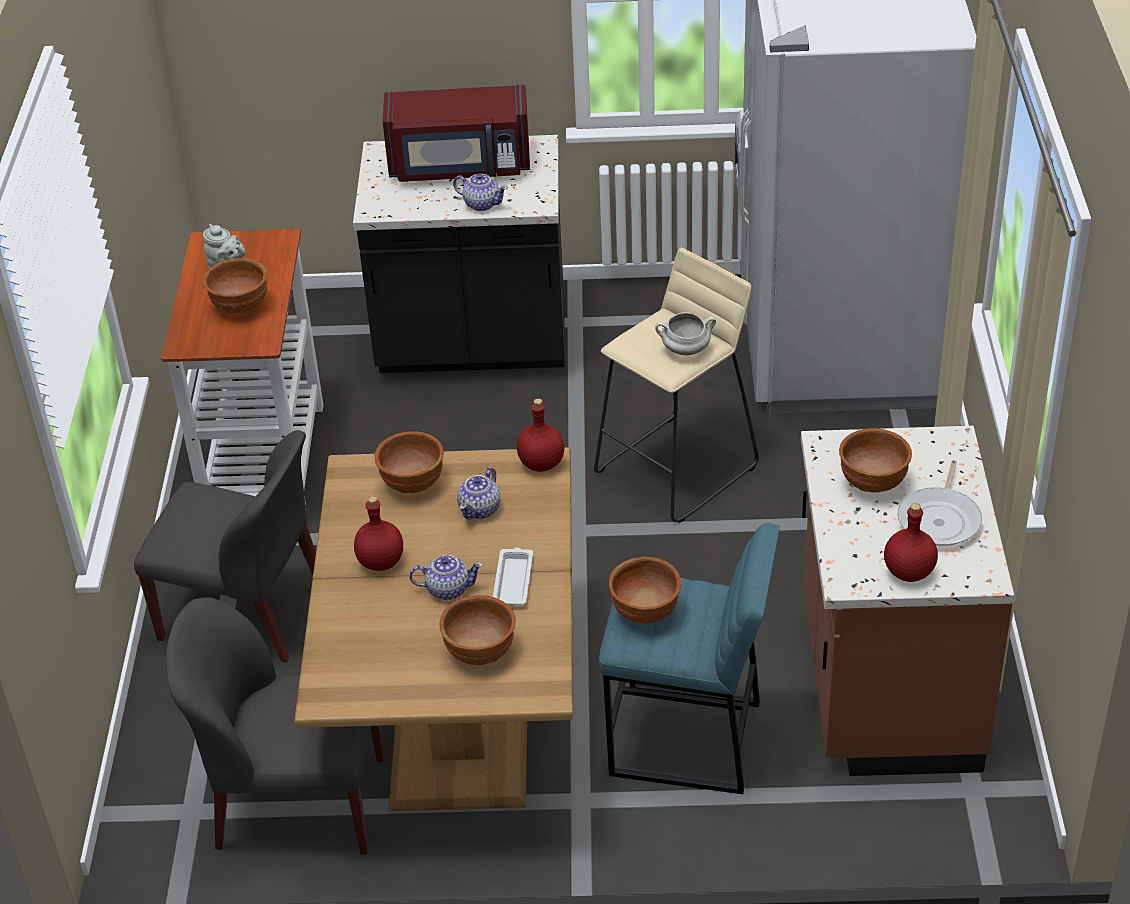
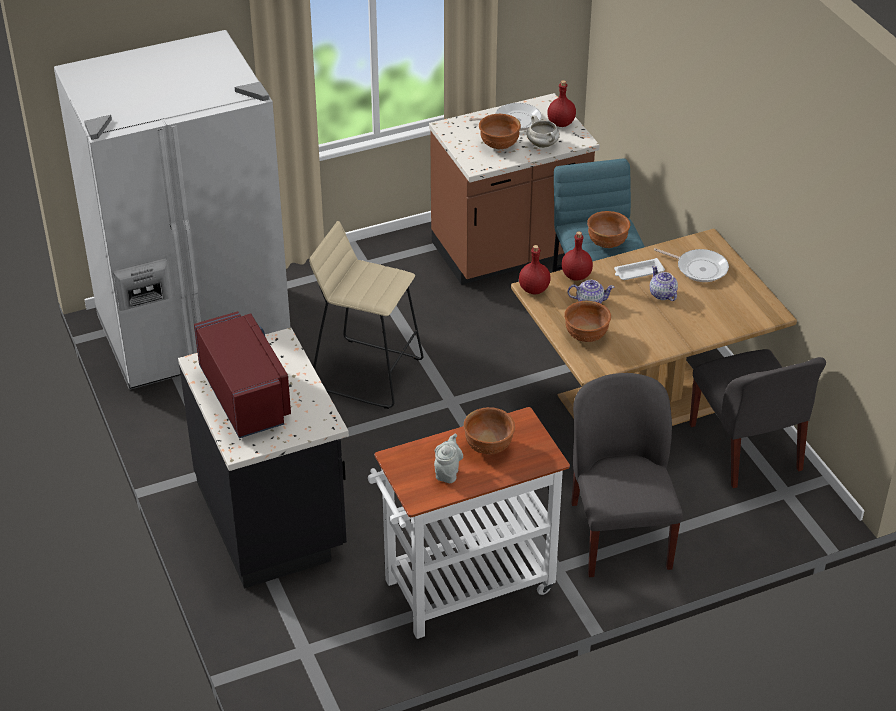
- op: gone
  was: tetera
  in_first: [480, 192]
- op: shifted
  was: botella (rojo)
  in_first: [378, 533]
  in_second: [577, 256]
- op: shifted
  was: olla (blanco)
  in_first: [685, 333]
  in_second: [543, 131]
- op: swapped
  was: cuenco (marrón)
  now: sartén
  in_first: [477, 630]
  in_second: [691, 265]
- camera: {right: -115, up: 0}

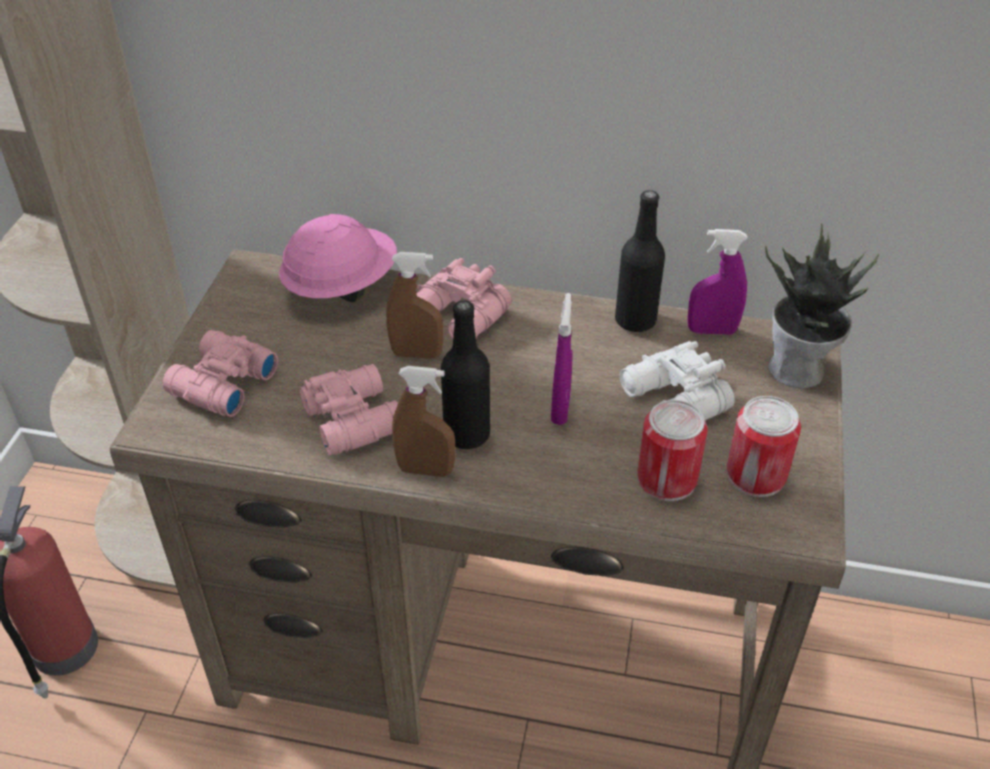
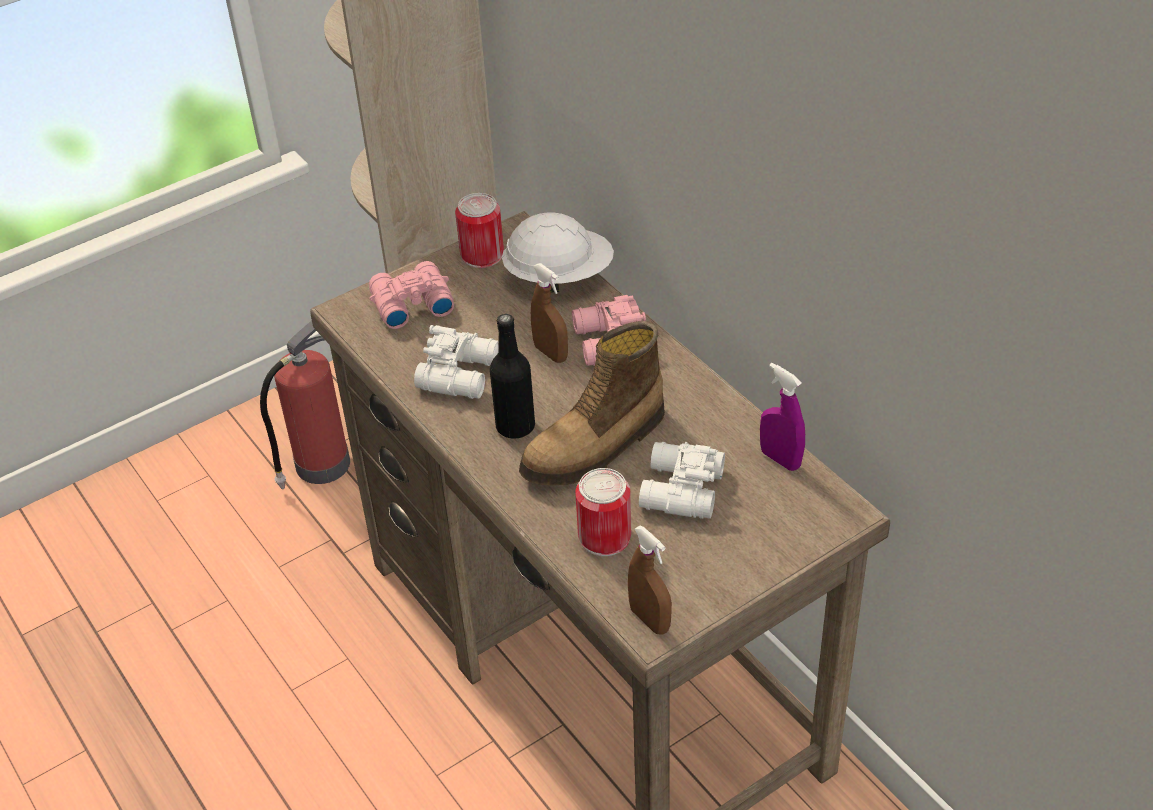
- op: gone
  was: botella (negro)
  in_first: [640, 261]
- op: gone
  was: planta en maceta
  in_first: [822, 306]
- op: shifted
  was: pulverizador (marrón)
  in_first: [423, 421]
  in_second: [650, 580]
- op: shifted
  was: lata
  in_first: [764, 446]
  in_second: [479, 230]
- op: swapped
  was: pulverizador (morado)
  now: bota
  in_first: [562, 359]
  in_second: [592, 403]
- op: repainted
  was: casco (rosa)
  now: casco (blanco)
  in_first: [338, 258]
  in_second: [558, 252]
- op: repainted
  was: prismáticos (rosa)
  now: prismáticos (blanco)
  in_first: [348, 409]
  in_second: [456, 362]
- camera: {right: 45, up: 0}

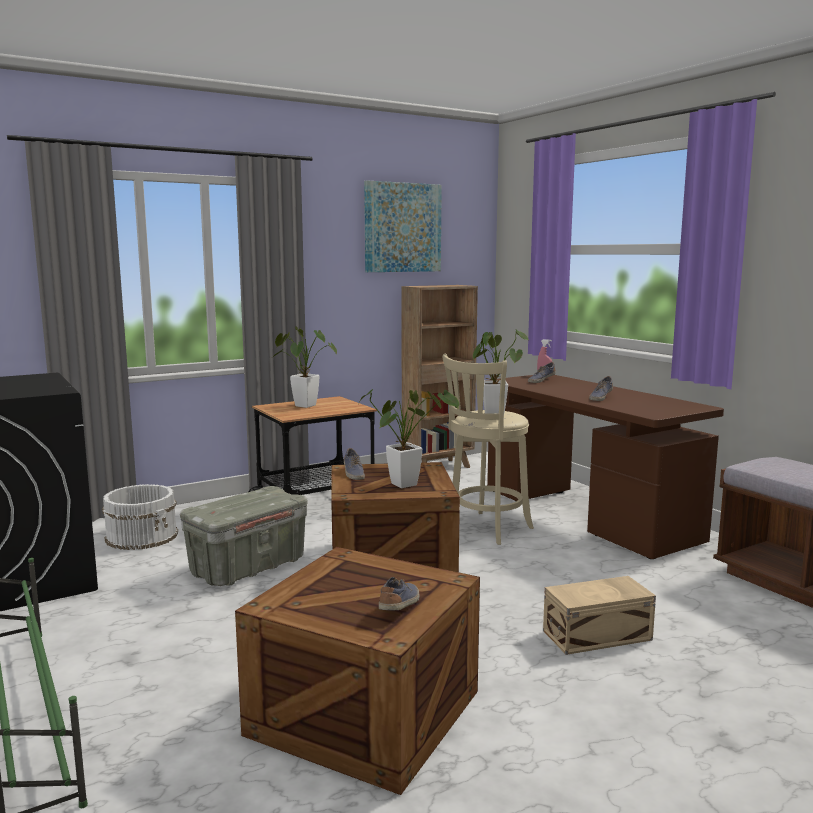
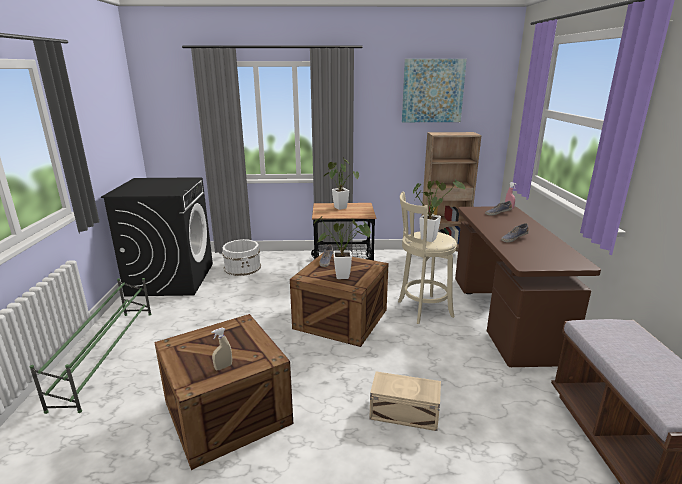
- op: gone
  was: caja de almacenaje (gris)
  in_first: [244, 536]
- op: swapped
  was: zapato
  now: pulverizador (beis)
  in_first: [399, 593]
  in_second: [221, 349]
- camera: {right: 30, up: 10}

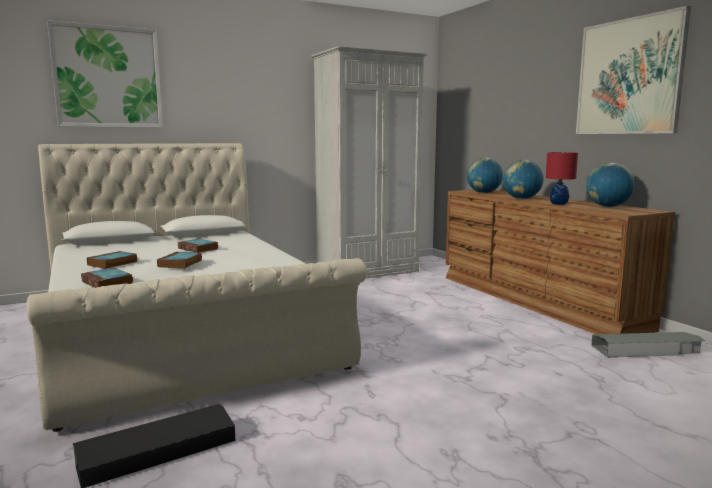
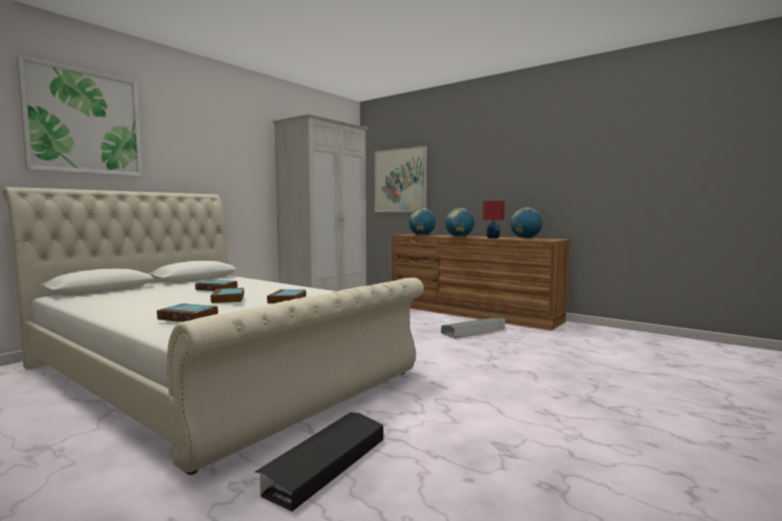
- op: shifted
  was: libro
  in_first: [112, 260]
  in_second: [286, 296]
- op: shifted
  was: cuadro
  in_first: [633, 70]
  in_second: [401, 179]
- op: shifted
  was: caja de almacenaje (gris)
  in_first: [648, 345]
  in_second: [474, 328]
- camera: {right: -25, up: -5}

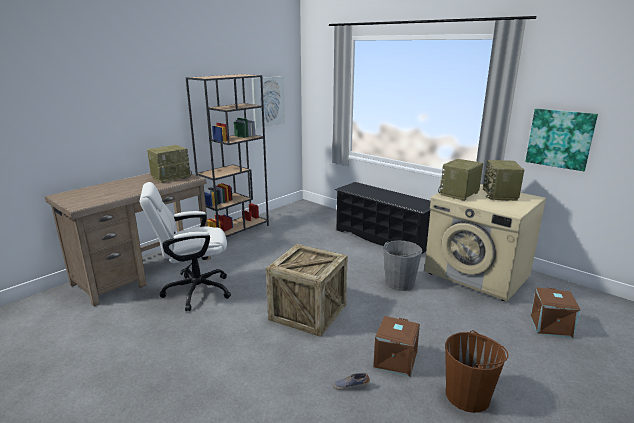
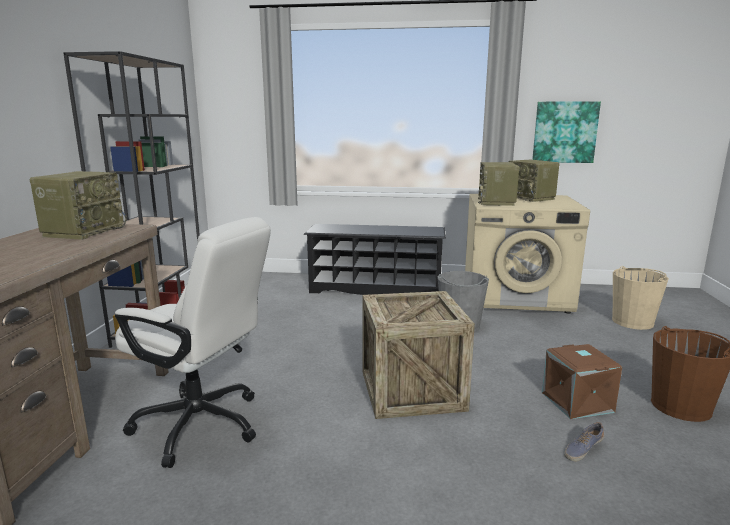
- op: gone
  was: cuadro
  in_first: [268, 102]
- op: swapped
  was: caja de almacenaje (marrón)
  now: cubo (beis)
  in_first: [555, 313]
  in_second: [640, 298]
- op: rotated
  was: silla de oficina (blanco)
  in_first: [185, 246]
  in_second: [193, 342]
  clockwise: -105
- camera: {right: -35, up: -5}

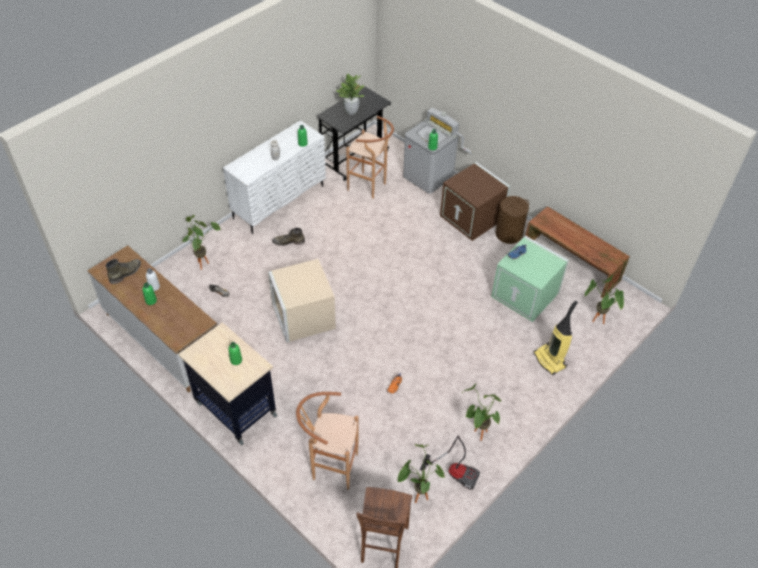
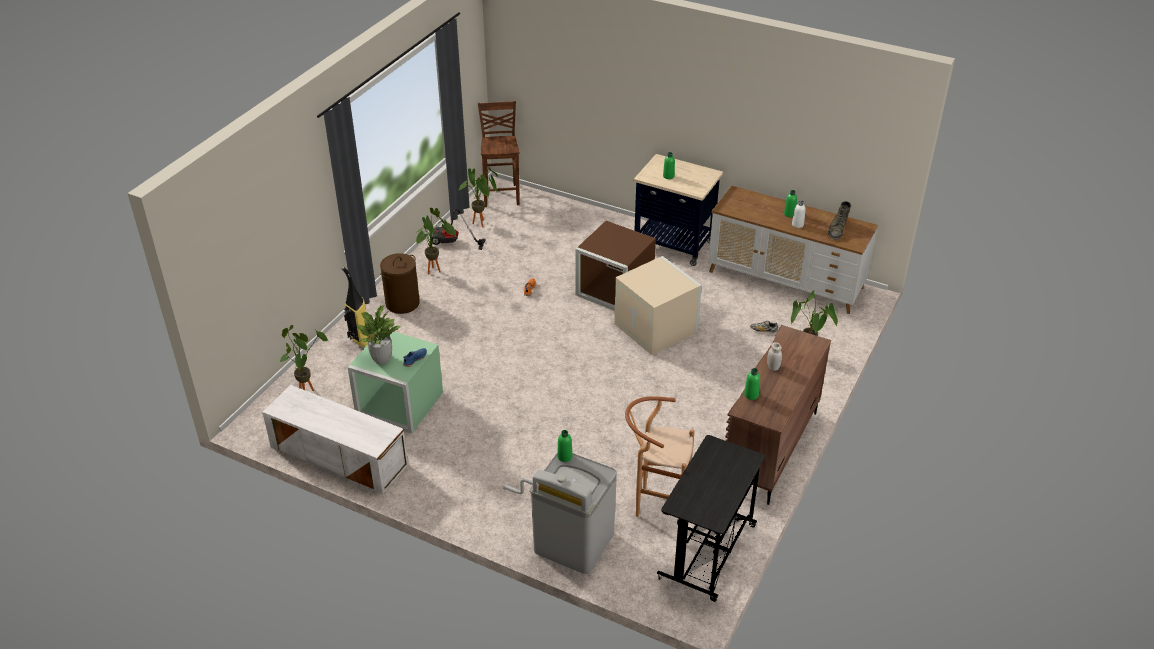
- op: gone
  was: bota (verde)
  in_first: [288, 237]
- op: gone
  was: taburete (marrón)
  in_first: [327, 441]
- op: shifted
  was: planta en maceta
  in_first: [350, 94]
  in_second: [378, 334]
- op: shifted
  was: caja de almacenaje (marrón)
  in_first: [475, 201]
  in_second: [615, 266]
- op: shifted
  was: cesto de la ropa (marrón)
  in_first: [512, 220]
  in_second: [400, 283]
- op: repainted
  was: cómoda (blanco)
  now: cómoda (marrón)
  in_first: [274, 177]
  in_second: [778, 415]
- op: repainted
  was: banco (marrón)
  now: banco (blanco)
  in_first: [577, 252]
  in_second: [335, 439]
- camera: {right: 165, up: -10}

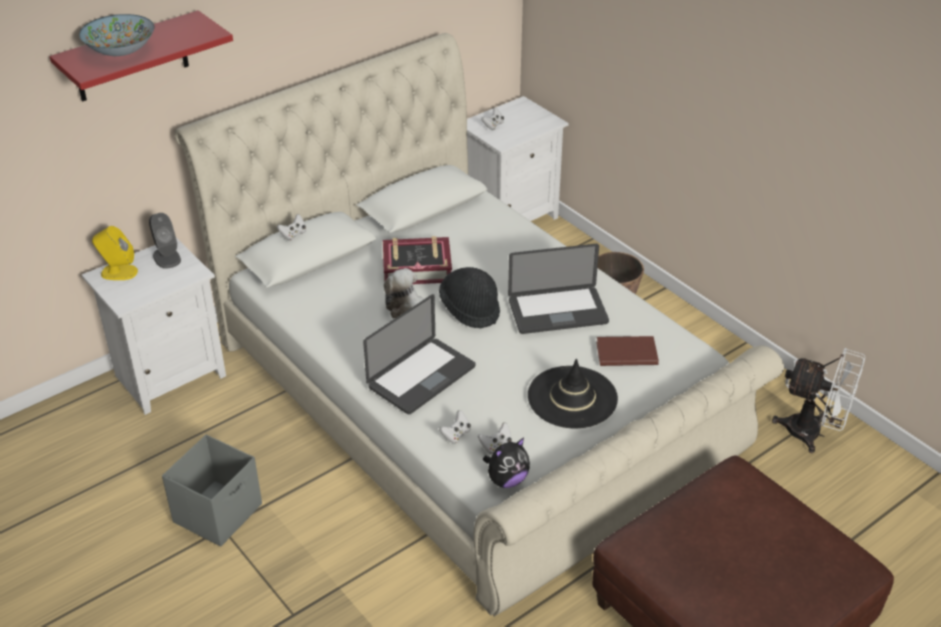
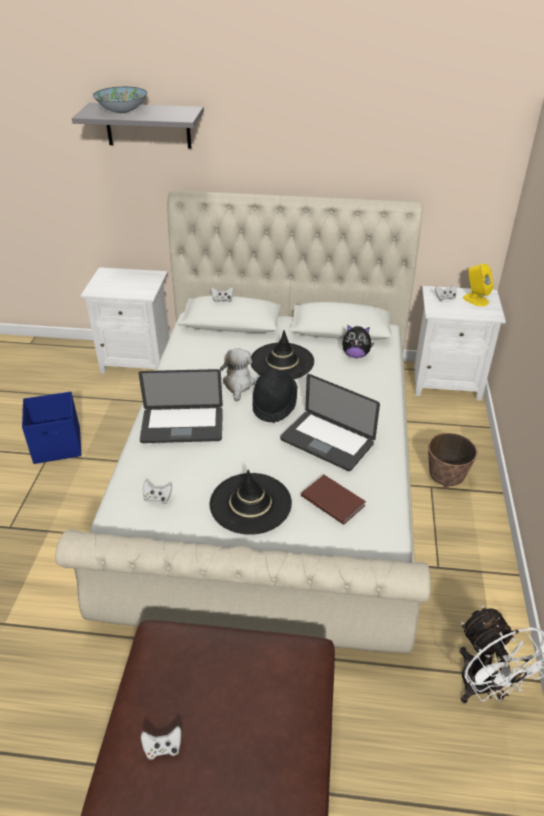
- op: gone
  was: altavoz (gris)
  in_first: [165, 241]
- op: shifted
  was: altavoz (amarillo)
  in_first: [115, 253]
  in_second: [478, 285]
- op: shifted
  was: mando de consola (blanco)
  in_first: [455, 427]
  in_second: [161, 743]
- op: shifted
  was: peluche
  in_first: [506, 463]
  in_second: [358, 341]
- op: swapped
  was: libro
  now: sombrero (negro)
  in_first: [417, 260]
  in_second: [282, 354]
- op: repainted
  was: estante (rojo)
  now: estante (gris)
  in_first: [141, 56]
  in_second: [138, 125]
- op: repainted
  was: caja de almacenaje (gris)
  now: caja de almacenaje (azul)
  in_first: [212, 490]
  in_second: [51, 427]
- camera: {right: 45, up: 0}

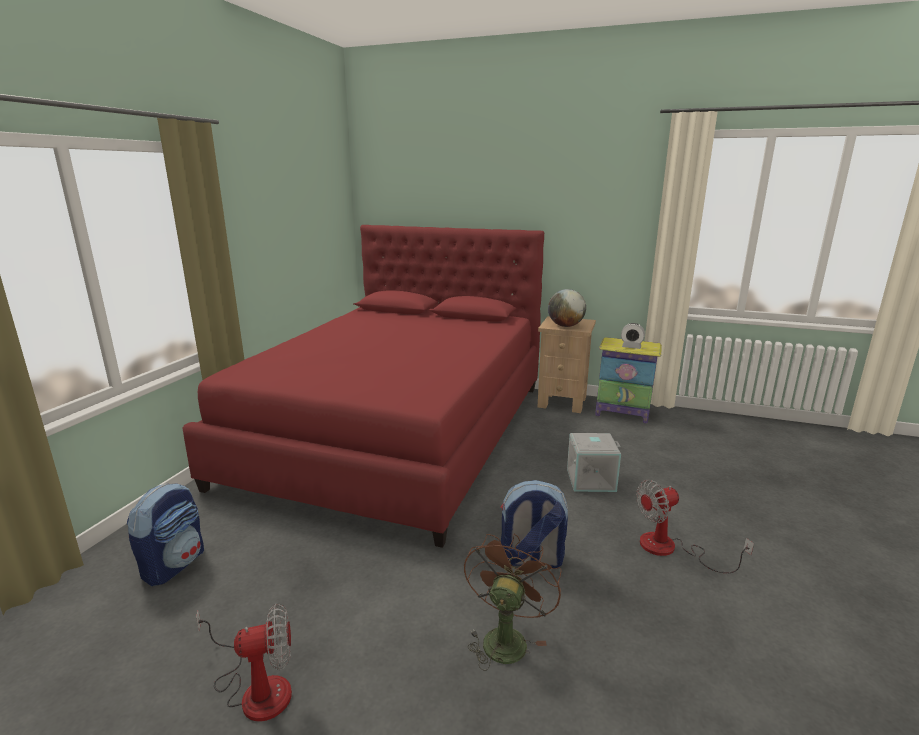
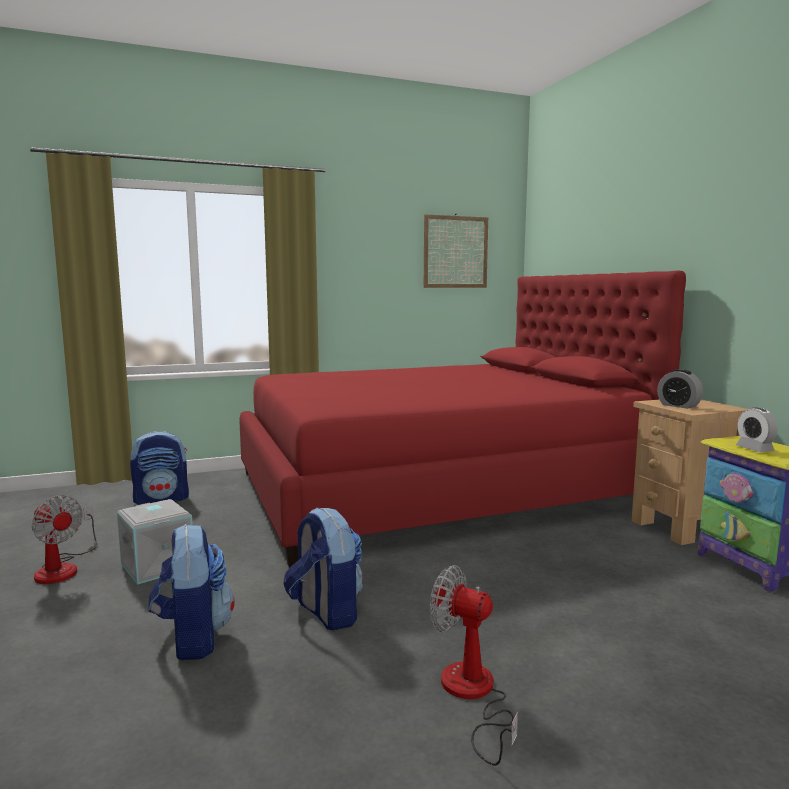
- op: new
  now: cuadro
  in_second: [456, 250]
- op: shifted
  was: caja de almacenaje (gris)
  in_first: [594, 462]
  in_second: [155, 542]
- op: swapped
  was: ventilador (marrón)
  now: mochila
  in_first: [512, 602]
  in_second: [191, 592]
- op: swapped
  was: globo terráqueo
  now: despertador
  in_first: [567, 308]
  in_second: [680, 389]
- camera: {right: 50, up: -10}

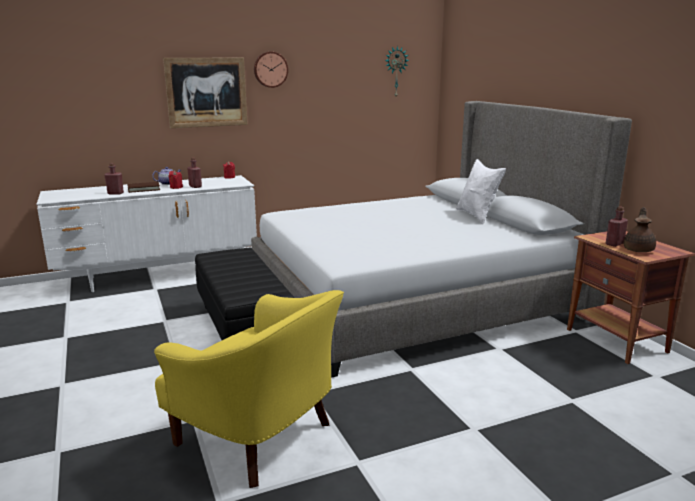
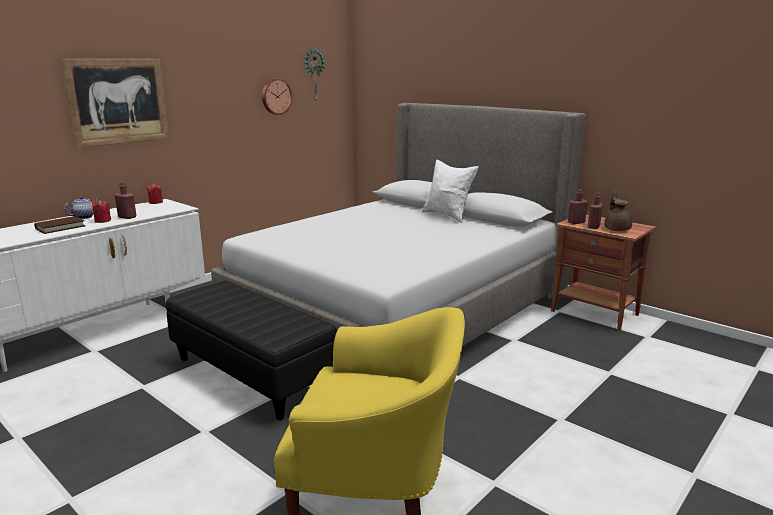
- op: shifted
  was: botella (rojo)
  in_first: [114, 178]
  in_second: [578, 206]
- op: shifted
  was: reloj de pared
  in_first: [271, 70]
  in_second: [277, 96]
- camera: {right: -25, up: 0}

